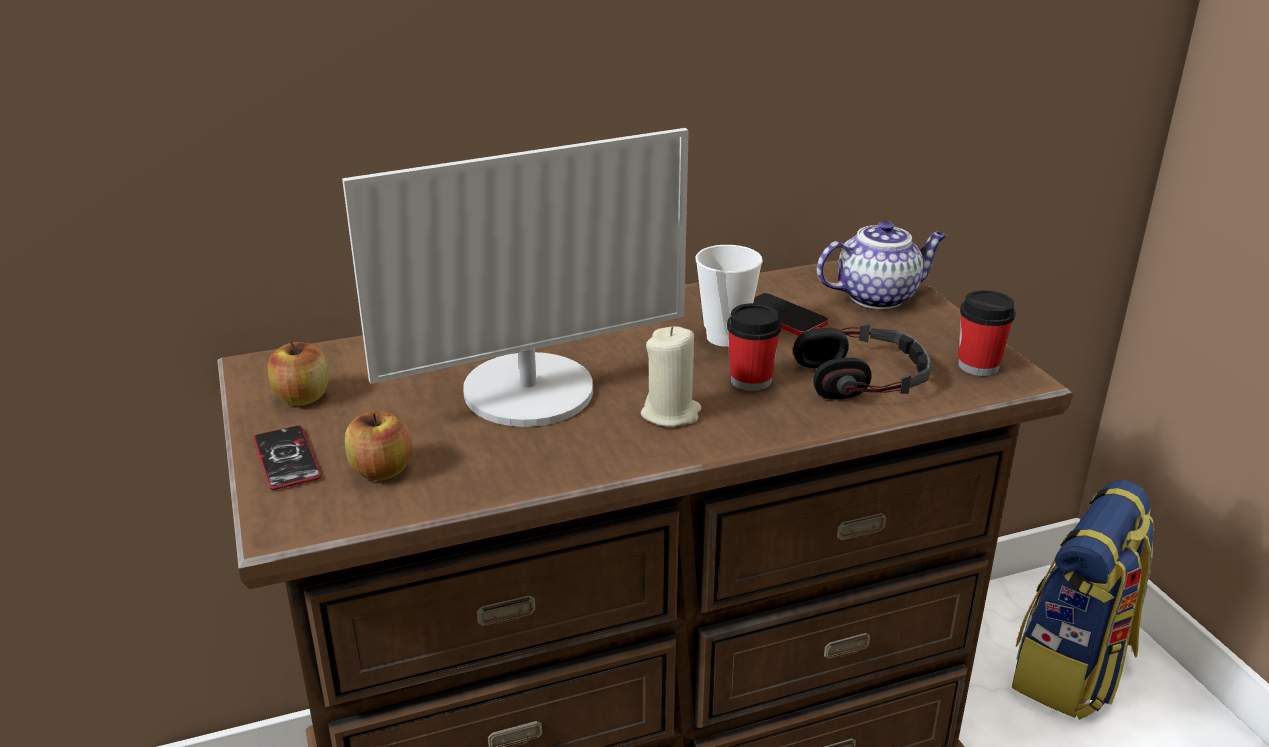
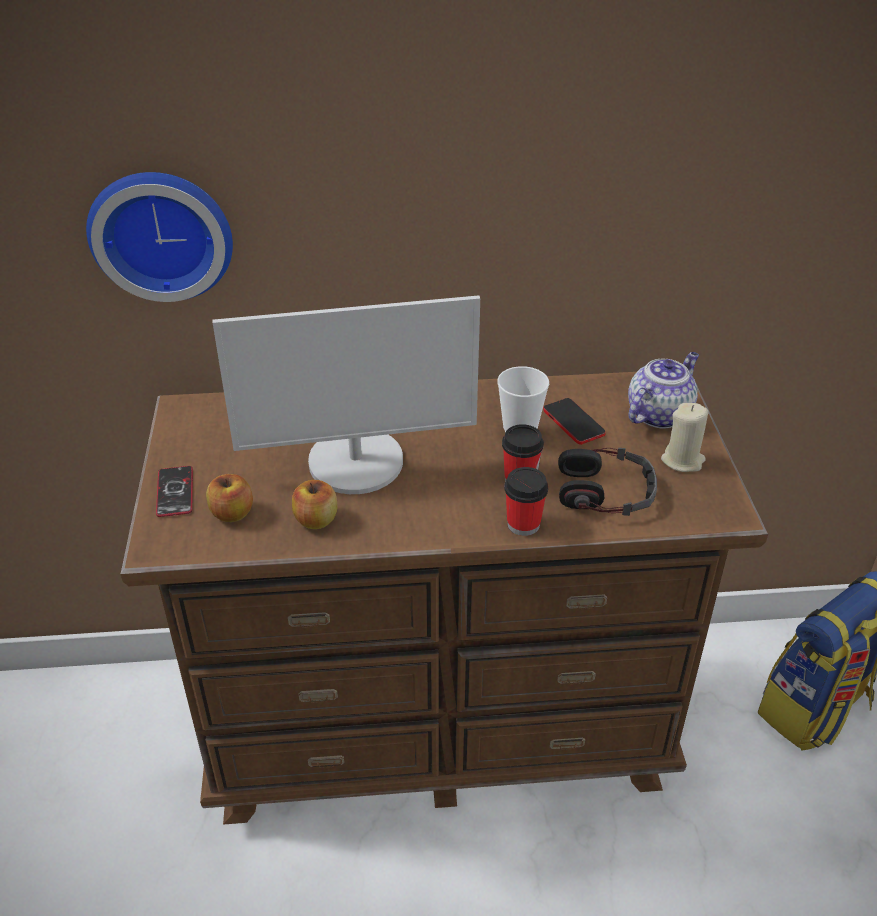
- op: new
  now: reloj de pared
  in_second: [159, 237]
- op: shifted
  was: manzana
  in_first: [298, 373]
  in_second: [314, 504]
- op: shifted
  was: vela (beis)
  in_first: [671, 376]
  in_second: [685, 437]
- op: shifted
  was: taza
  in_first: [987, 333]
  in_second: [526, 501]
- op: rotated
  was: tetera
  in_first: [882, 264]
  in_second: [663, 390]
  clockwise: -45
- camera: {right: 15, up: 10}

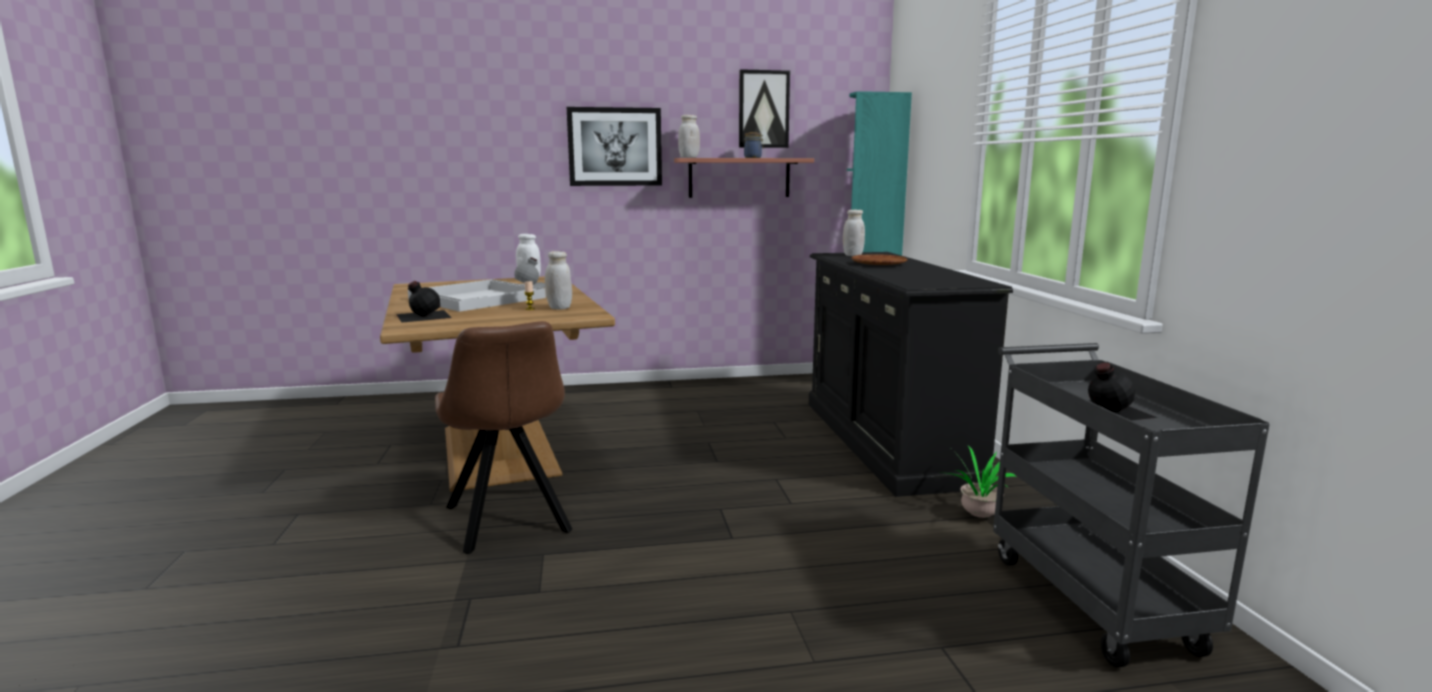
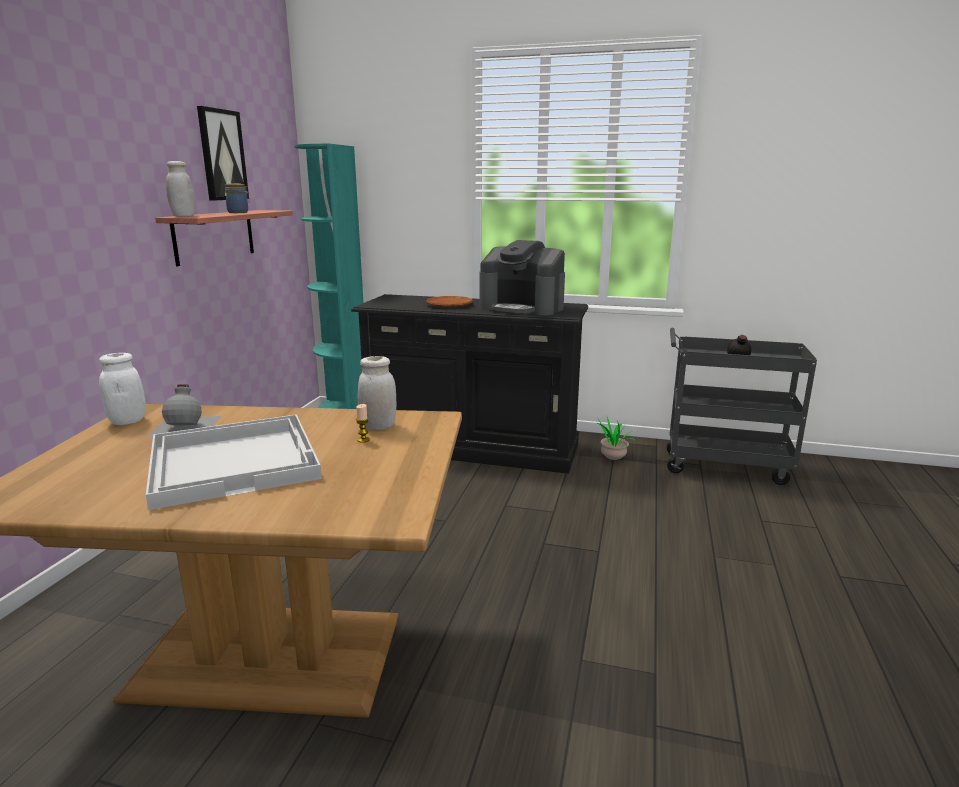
- op: gone
  was: botella (negro)
  in_first: [423, 301]
- op: gone
  was: silla (marrón)
  in_first: [503, 437]
- op: gone
  was: cuadro
  in_first: [614, 146]
- op: gone
  was: tarro (blanco)
  in_first: [854, 233]
- op: new
  now: cafetera
  in_second: [522, 277]
- camera: {right: -65, up: 5}

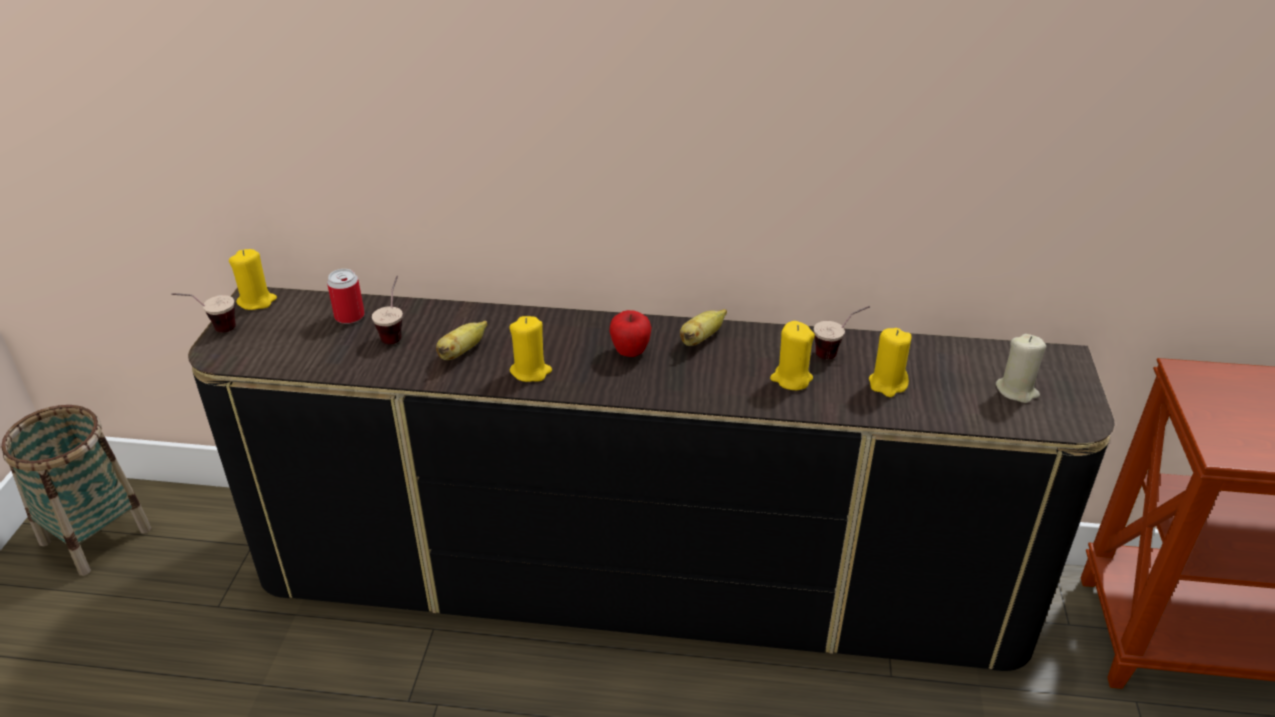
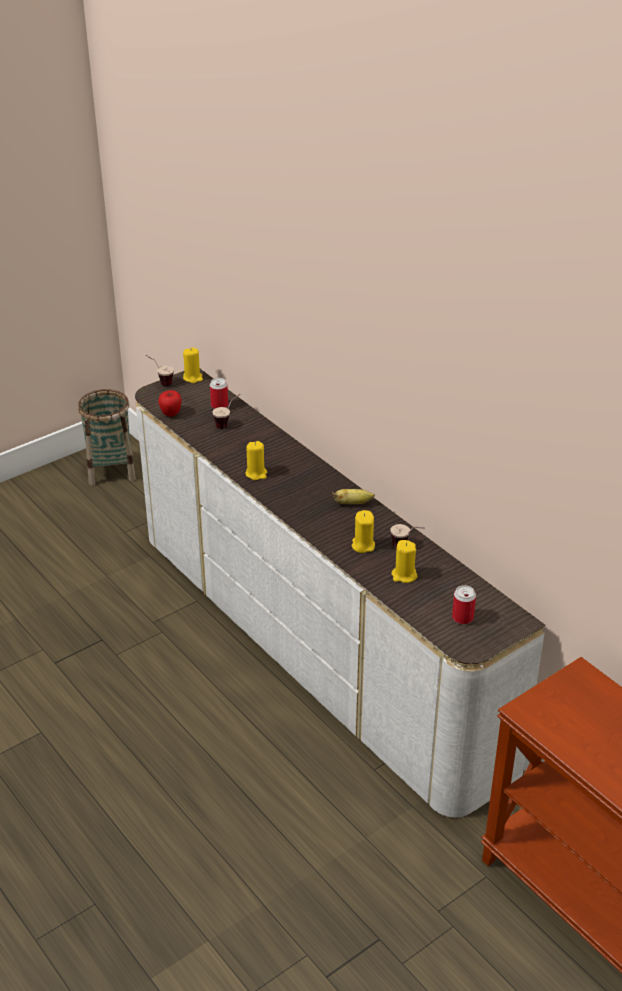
- op: gone
  was: plátano
  in_first: [461, 340]
- op: shifted
  was: manzana
  in_first: [630, 333]
  in_second: [170, 403]
- op: swapped
  was: vela (beis)
  now: lata
  in_first: [1021, 368]
  in_second: [464, 604]
- op: repainted
  was: armario (negro)
  now: armario (blanco)
  in_first: [651, 479]
  in_second: [340, 593]
- camera: {right: 45, up: 0}

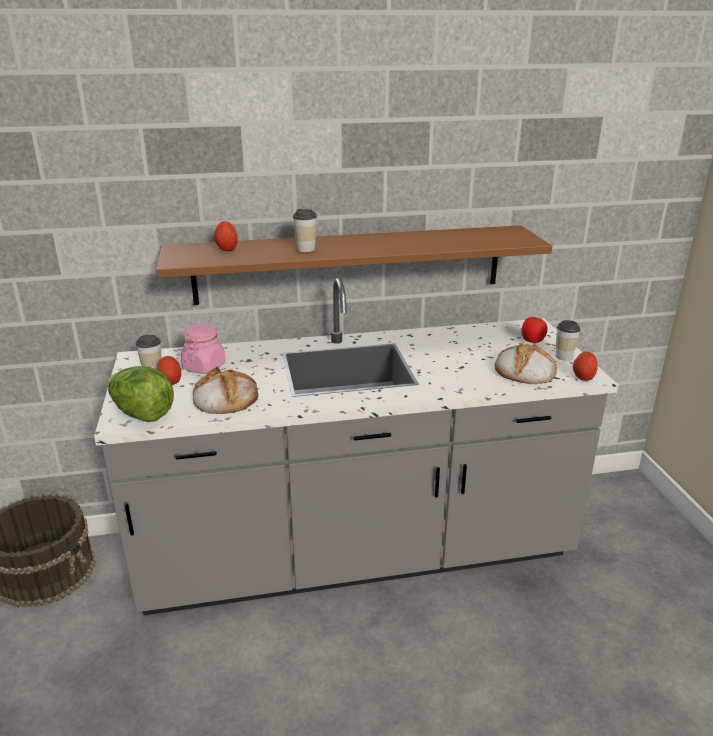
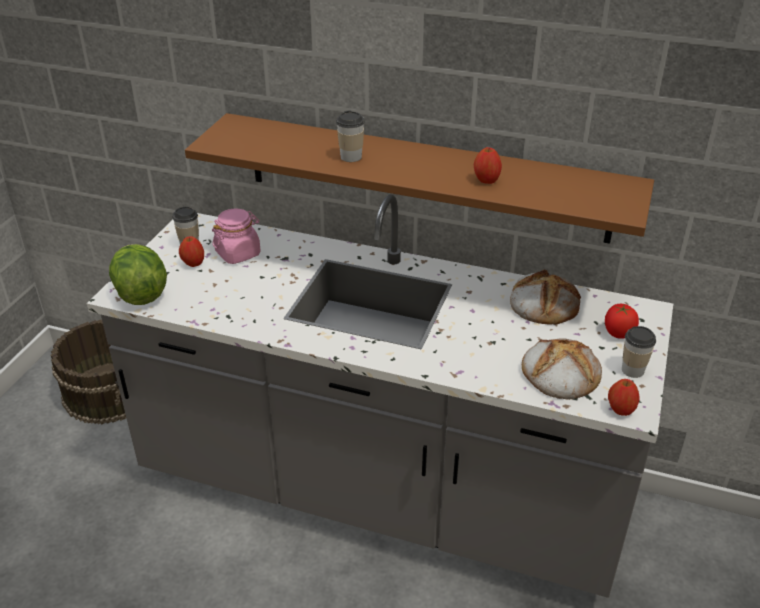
- op: shifted
  was: pan
  in_first: [225, 390]
  in_second: [545, 297]
- op: shifted
  was: manzana
  in_first: [226, 235]
  in_second: [488, 165]
- camera: {right: 30, up: 10}

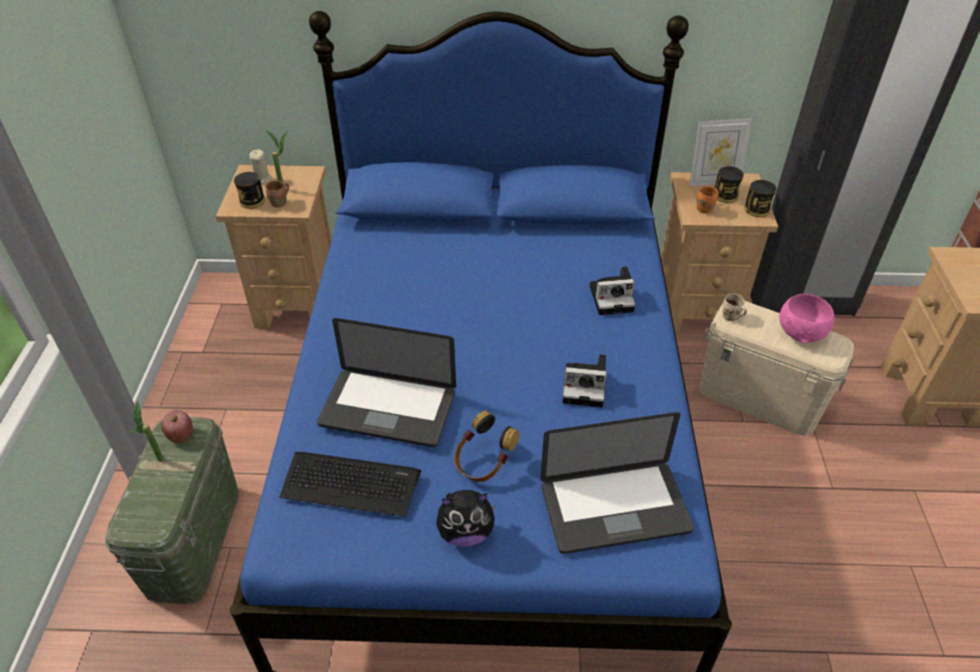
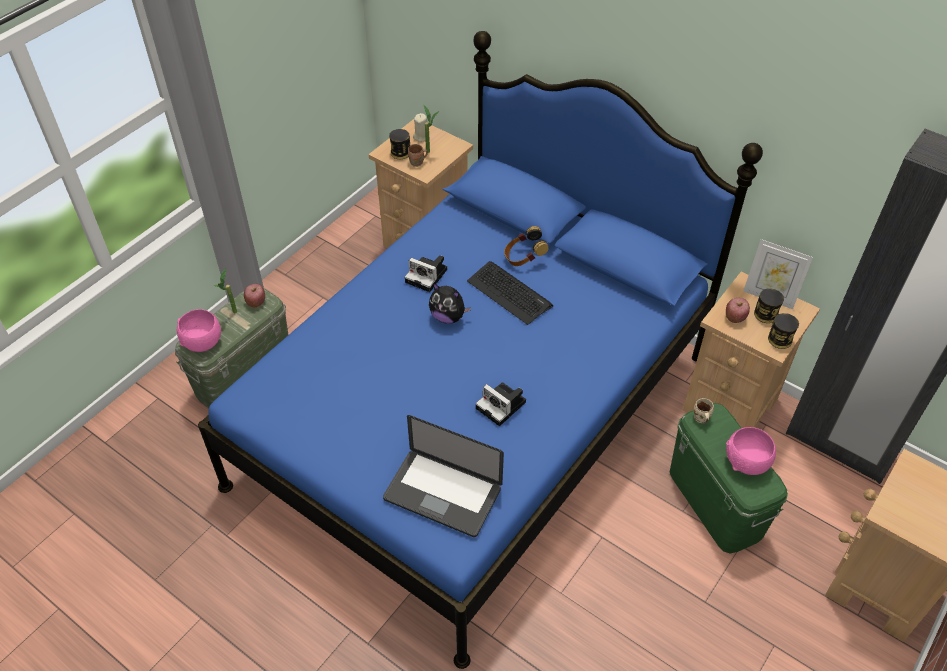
- op: gone
  was: portátil
  in_first: [386, 382]
- op: new
  now: cuenco (rosa)
  in_second: [199, 330]
- op: shifted
  was: teclado
  in_first: [350, 484]
  in_second: [510, 293]
- op: shifted
  was: peluche
  in_first: [466, 518]
  in_second: [450, 303]
- op: shifted
  was: auriculares
  in_first: [486, 446]
  in_second: [526, 246]
- op: shifted
  was: cámara
  in_first: [612, 290]
  in_second: [426, 273]
- op: swapped
  was: taza grande (naranja)
  now: manzana
  in_first: [708, 200]
  in_second: [738, 310]
- op: repainted
  was: caja de almacenaje (beis)
  now: caja de almacenaje (verde)
  in_first: [777, 368]
  in_second: [729, 478]
- camera: {right: 35, up: 5}

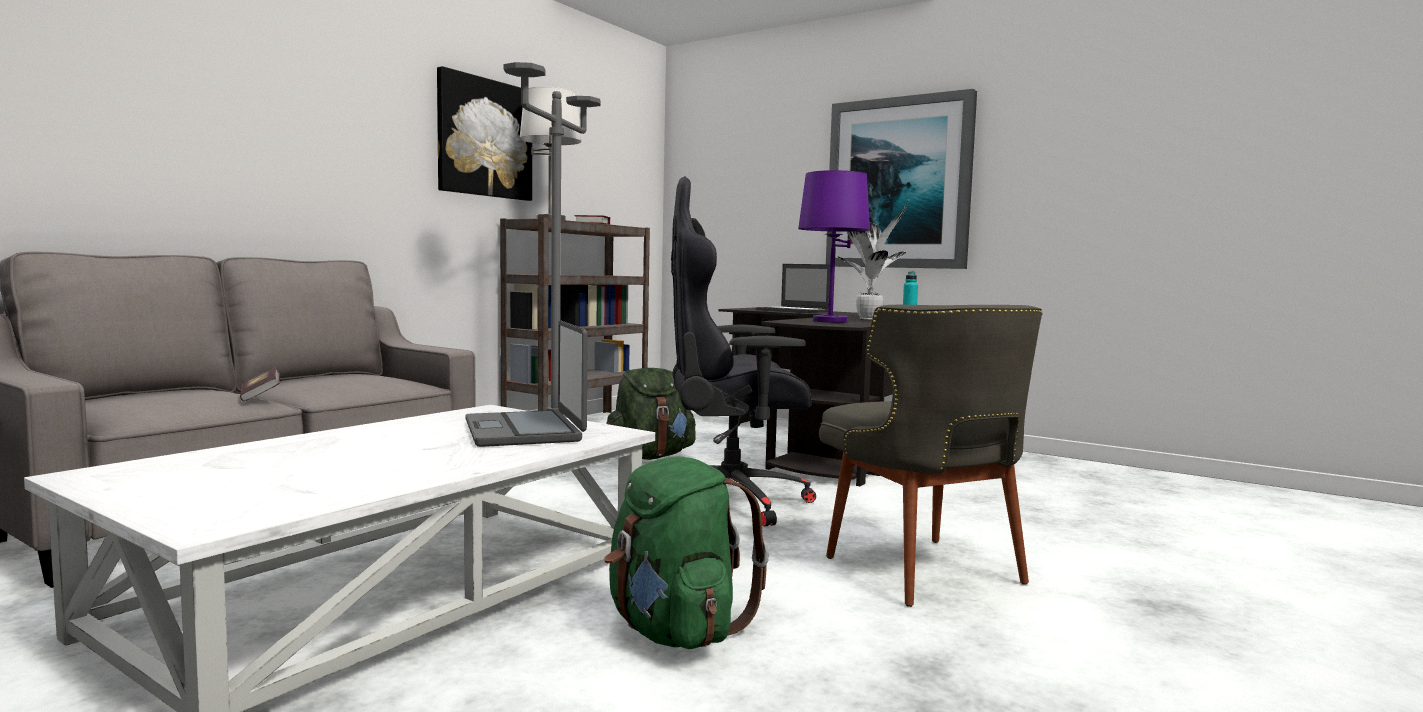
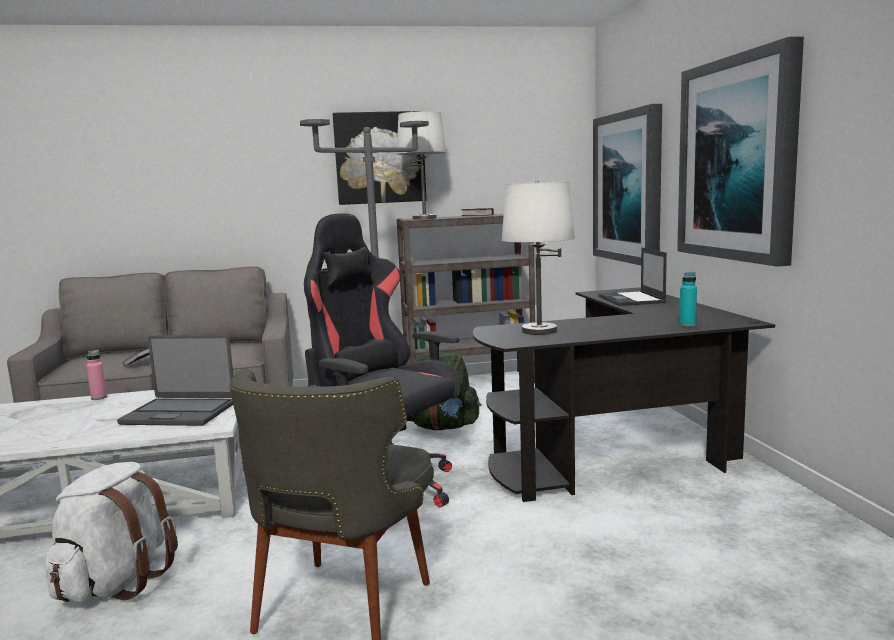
- op: gone
  was: planta en maceta
  in_first: [873, 260]
- op: new
  now: botella (rosa)
  in_second: [96, 375]
- op: new
  now: cuadro
  in_second: [627, 184]
- op: repainted
  was: mochila (verde)
  now: mochila (blanco)
  in_first: [686, 553]
  in_second: [111, 532]
- op: repainted
  was: lámpara de mesa (morado)
  now: lámpara de mesa (blanco)
  in_first: [834, 246]
  in_second: [538, 257]
- op: rotated
  was: portátil
  in_first: [527, 383]
  in_second: [175, 380]
  clockwise: -105
- camera: {right: 45, up: 5}

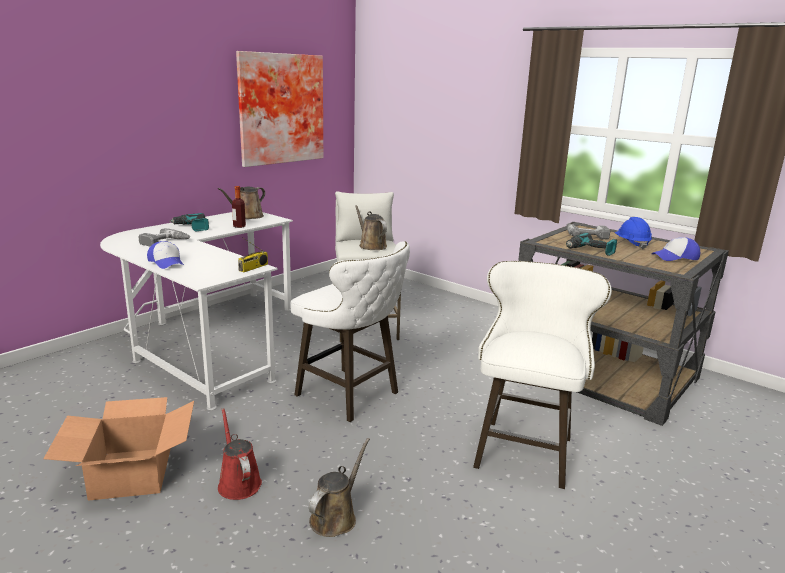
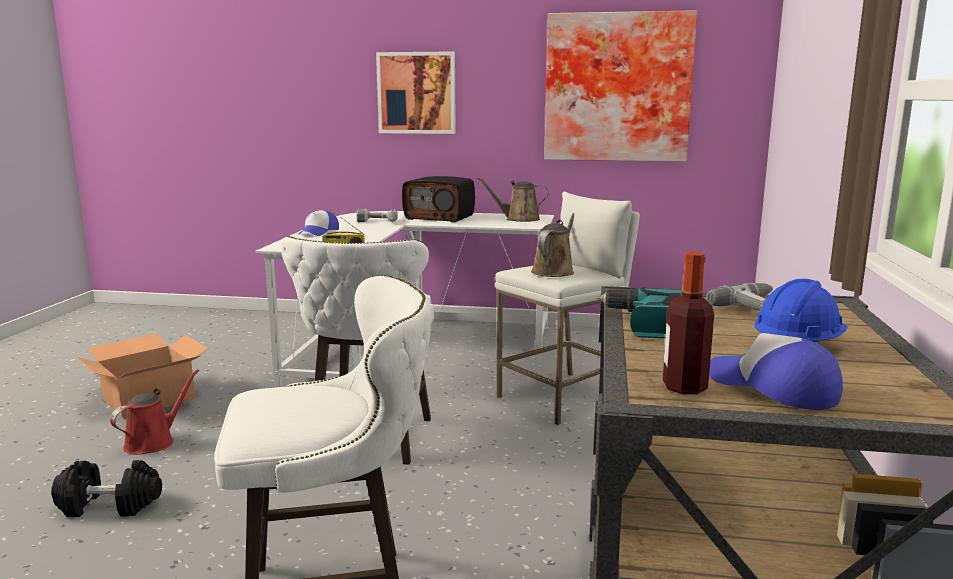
- op: new
  now: cuadro
  in_second: [416, 92]
- op: shifted
  was: botella
  in_first: [239, 207]
  in_second: [688, 323]
- op: swapped
  was: taladro
  now: radio
  in_first: [189, 222]
  in_second: [438, 199]
- op: swapped
  was: regadera (marrón)
  now: mancuerna (negro)
  in_first: [339, 487]
  in_second: [106, 488]
- camera: {right: 60, up: -5}

